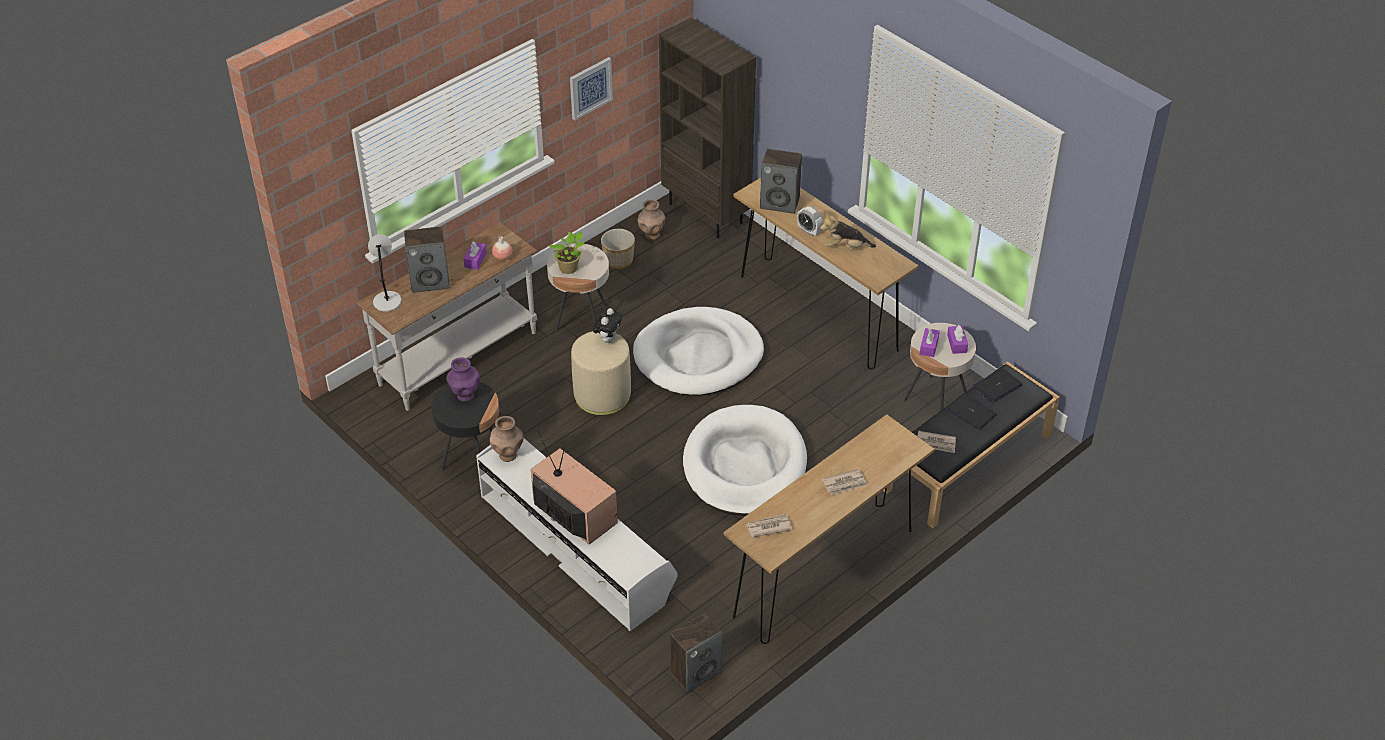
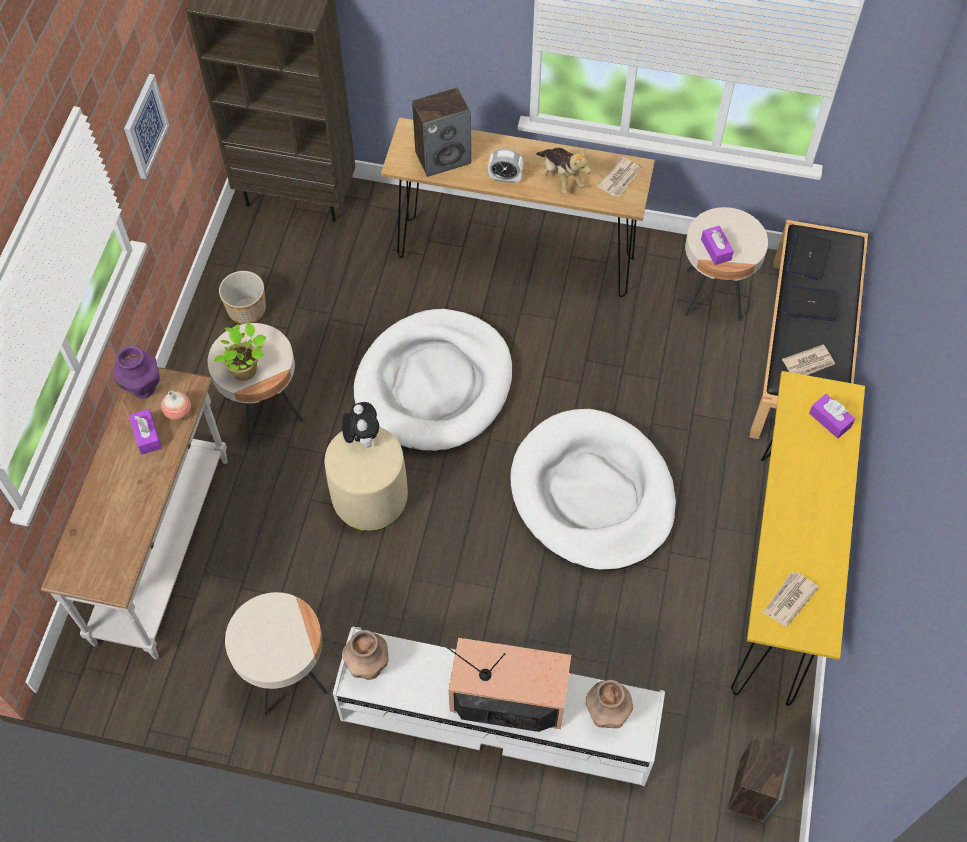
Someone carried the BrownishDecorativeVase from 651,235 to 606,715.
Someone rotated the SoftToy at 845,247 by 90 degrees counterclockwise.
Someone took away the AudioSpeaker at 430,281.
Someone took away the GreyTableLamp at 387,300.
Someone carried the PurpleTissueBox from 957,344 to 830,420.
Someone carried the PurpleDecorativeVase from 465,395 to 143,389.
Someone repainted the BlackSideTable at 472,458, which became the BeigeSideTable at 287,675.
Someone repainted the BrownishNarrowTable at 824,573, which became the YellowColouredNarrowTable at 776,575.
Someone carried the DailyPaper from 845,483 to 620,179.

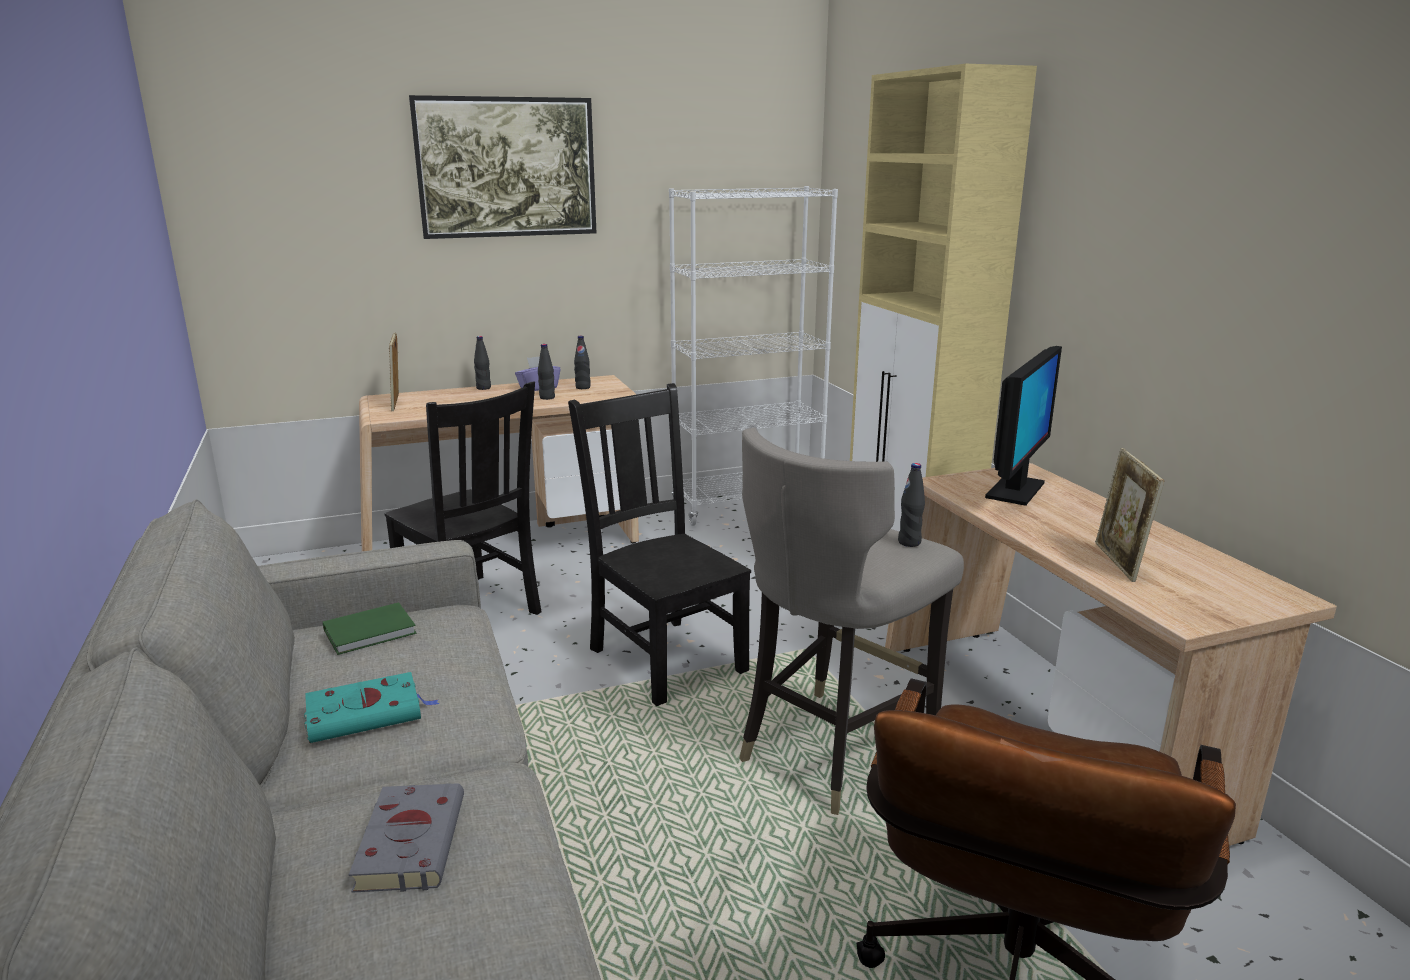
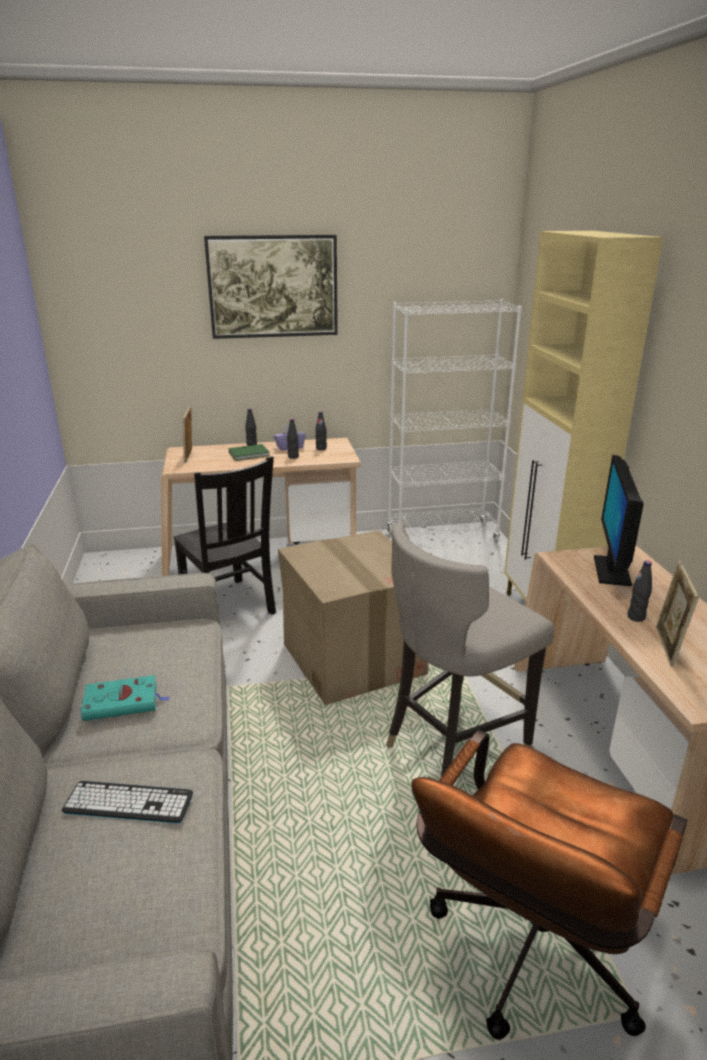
Someone rotated the Monitor at 1015,490 by 150 degrees clockwise.
Someone swapped the BlackUprightChair at 664,657 for the PackingBox at 353,658.
Someone carried the BlackBeverageBottle from 909,542 to 636,617.
Someone carried the GreenBoundBook from 372,631 to 250,454.
Someone swapped the GreyBoundBook at 411,840 for the ComputerKeyboard at 128,803.

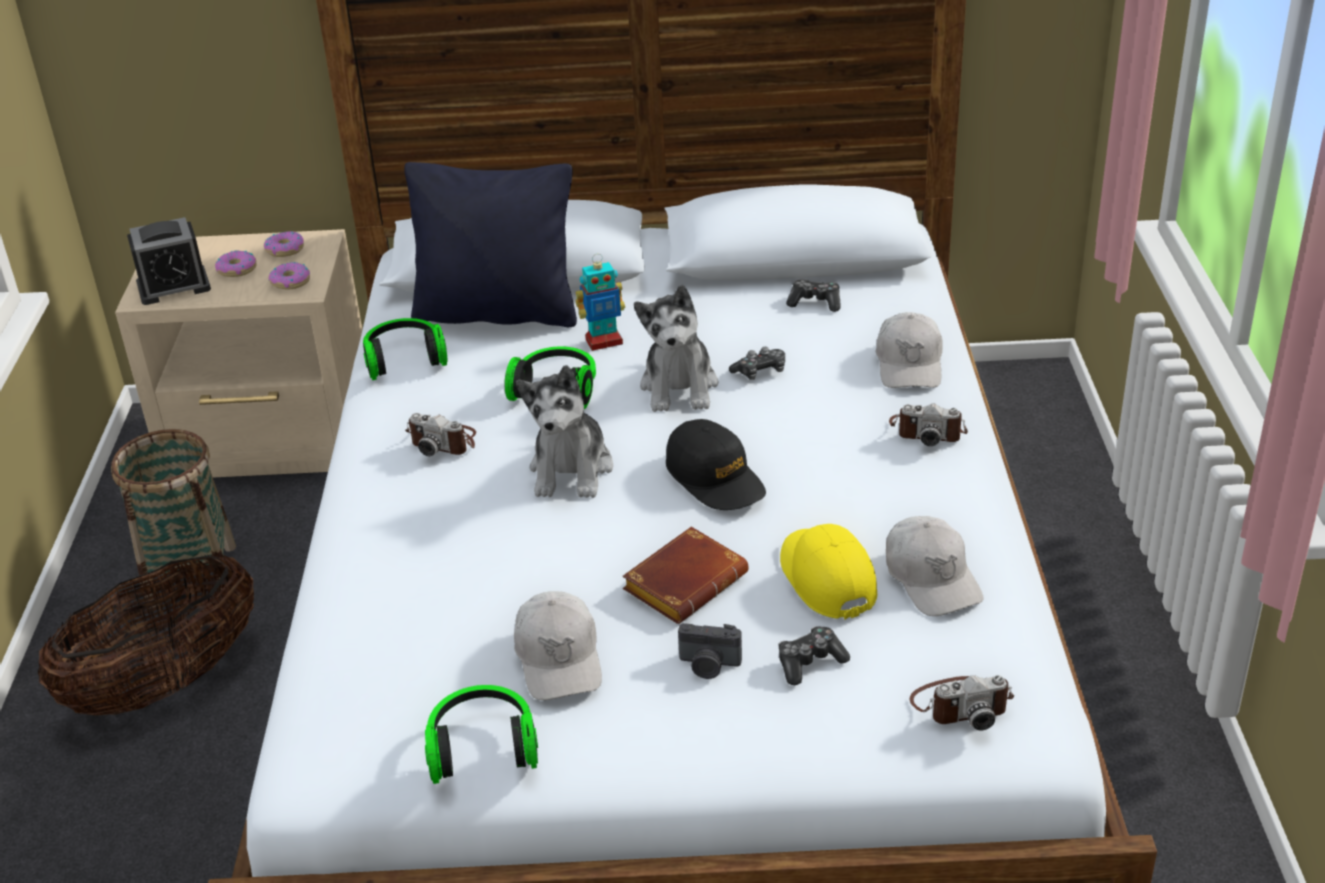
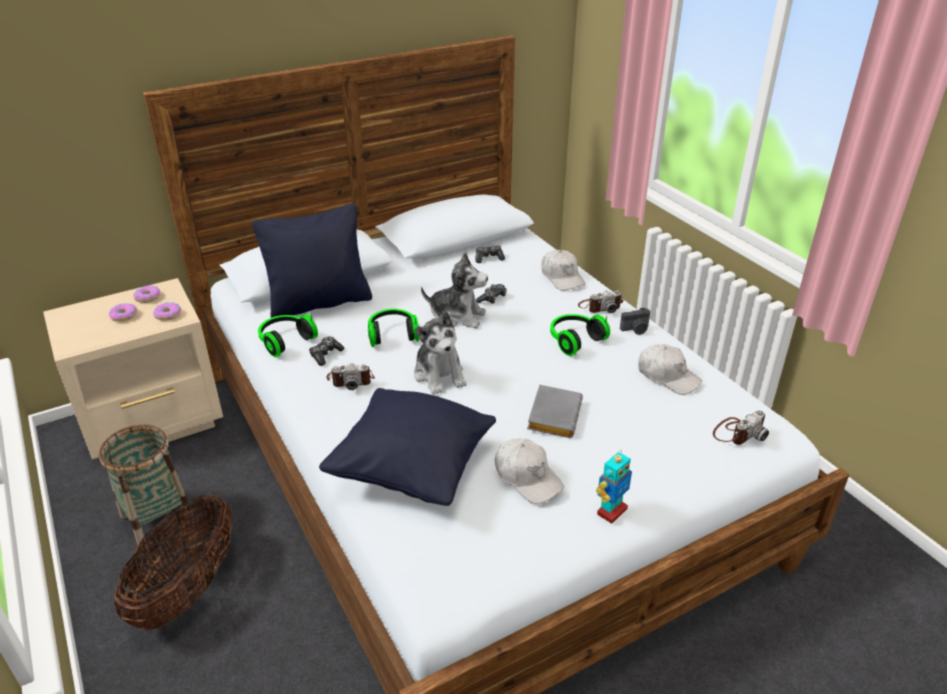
Someone took away the AlarmClock at 174,287.
Someone carried the RobotFigure from 603,341 to 611,511.
Someone rotated the SoftToy at 679,387 by 45 degrees counterclockwise.
Someone took away the BlackBaseballCap at 715,478.
Someone took away the YellowColouredBaseballCap at 826,578.
Someone repainted the BrownishBoundBook at 685,581, which became the GreyBoundBook at 553,415.
Someone carried the StillCamera from 709,665 to 635,329.
Someone carried the Joypad from 810,662 to 325,355.
Someone carried the Headphones from 482,747 to 574,340.
Someone put down the BlackPillow at 412,470.

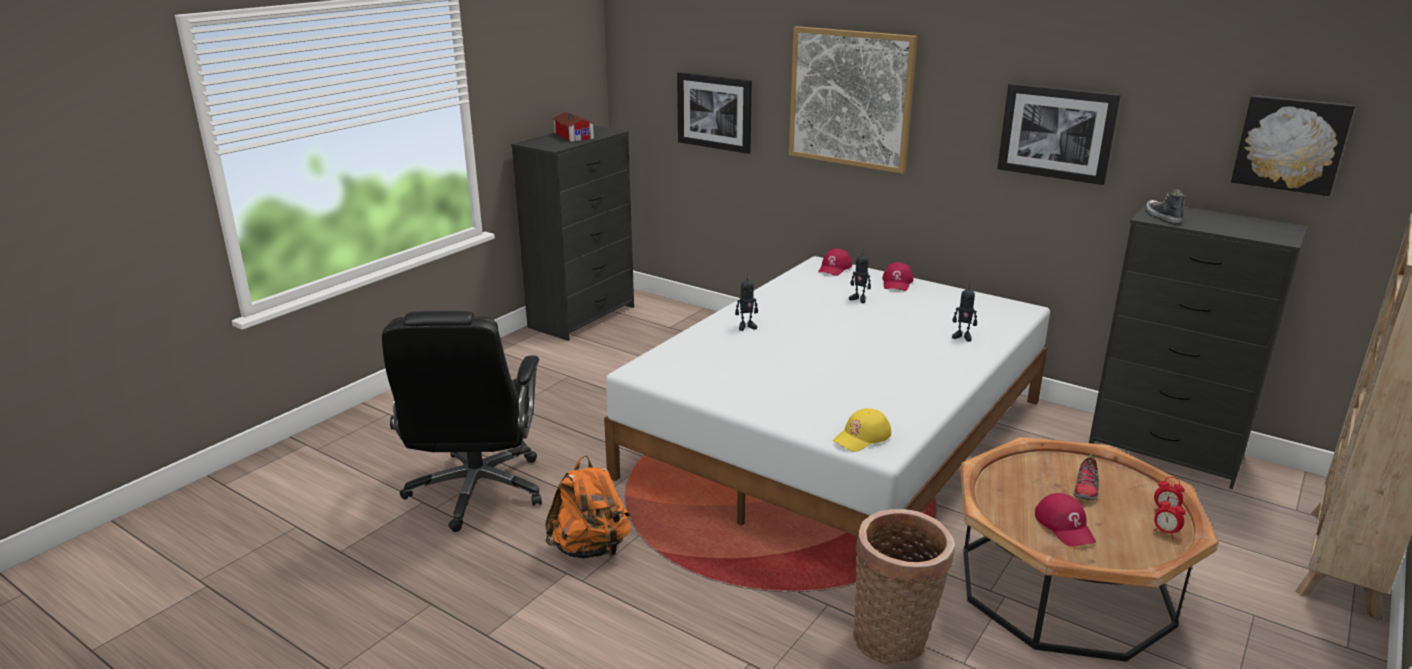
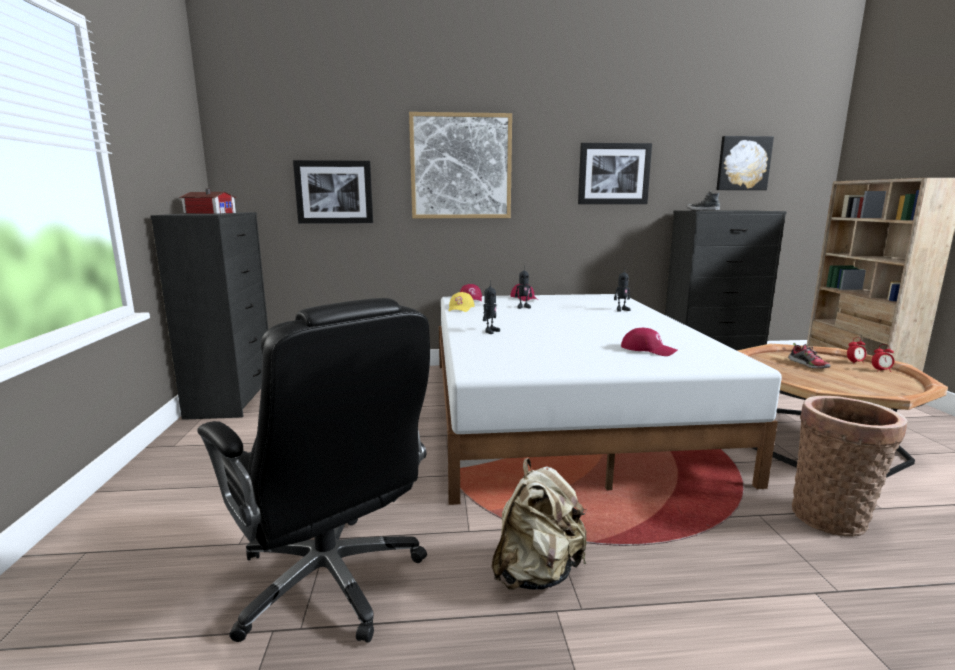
Someone carried the YellowColouredBaseballCap from 862,437 to 461,308.
Someone repainted the OrangeColouredKnapsack at 590,548, which became the BeigeKnapsack at 537,573.
Someone carried the RedColouredBaseballCap from 1065,526 to 648,349.

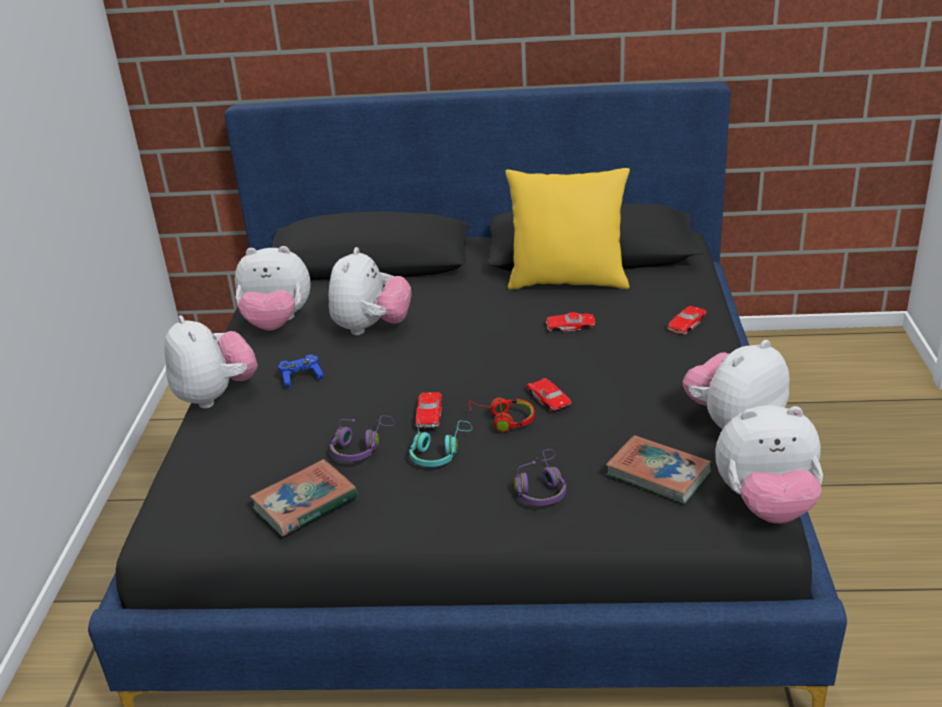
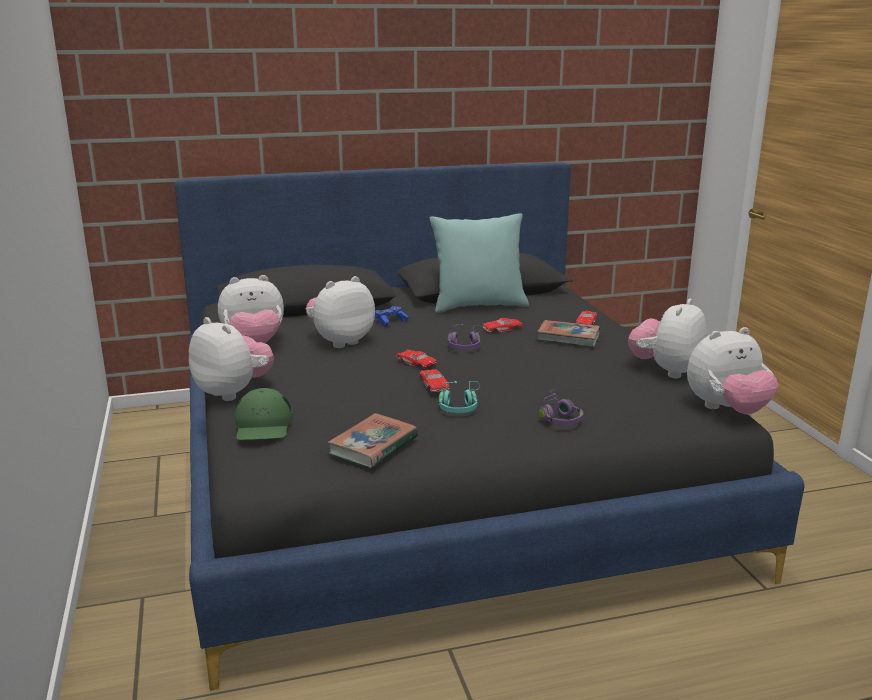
Someone repainted the YellowColouredPillow at 568,281, which became the BlueGreenPillow at 478,306.
Someone rotated the SoftToy at 371,328 by 120 degrees counterclockwise.
Someone carried the BlueJoypad from 301,377 to 390,321.
Someone carried the RedColouredMiniatureCar from 549,398 to 416,362.
Someone took away the RedColouredHeadphones at 503,420.
Someone carried the PurpleHeadphones from 361,447 to 465,345.
Someone carried the BoundBook from 658,474 to 568,337.
Someone put down the GreenBaseballCap at 263,425.

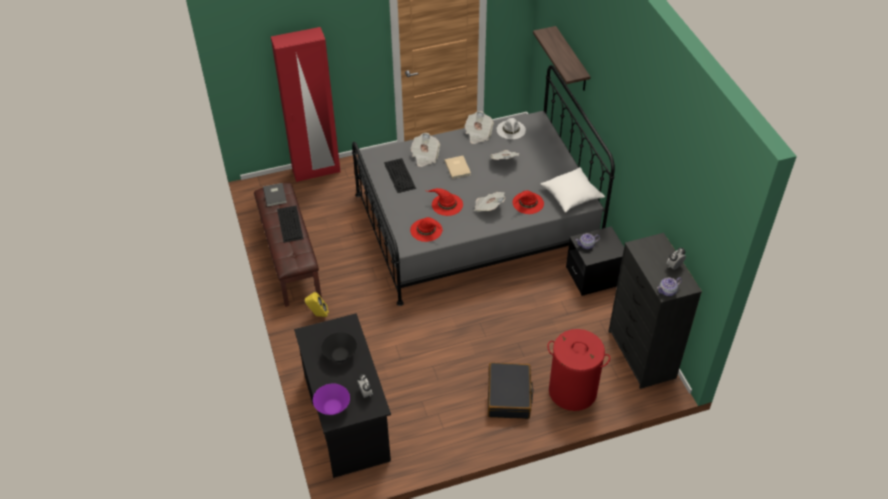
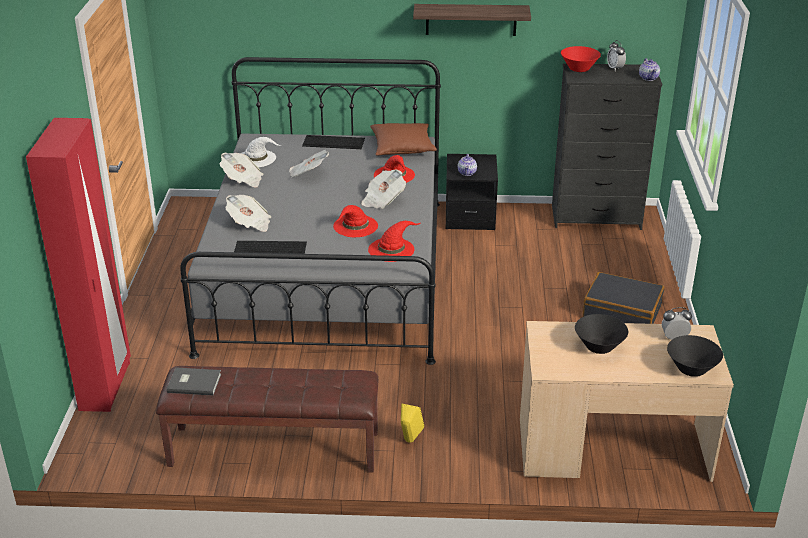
Someone carried the BracketShelf from 571,60 to 471,19.
Someone took away the BeigeBoundBook at 458,167.
Someone repainted the WhiteColouredPillow at 571,196, which became the BrownishPillow at 402,148.
Someone carried the ComputerKeyboard from 289,223 to 333,142.
Someone repainted the BlackDeskTable at 346,417, which became the BeigeDeskTable at 612,449.
Someone took away the RedColouredHamper at 572,391.
Someone repainted the PurpleServingBowl at 332,407, which became the BlackServingBowl at 691,369.
Someone put down the RedColouredServingBowl at 579,69.

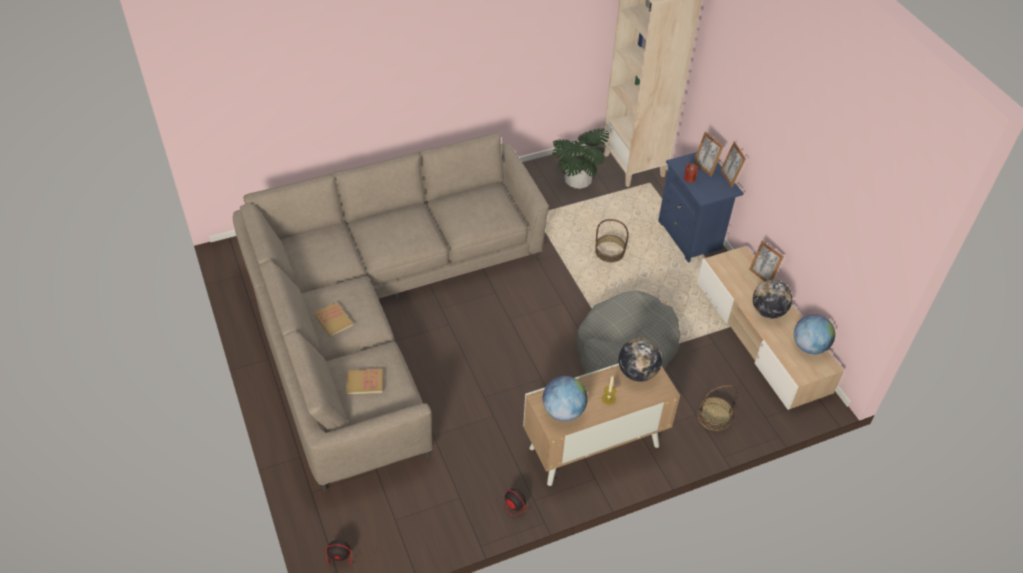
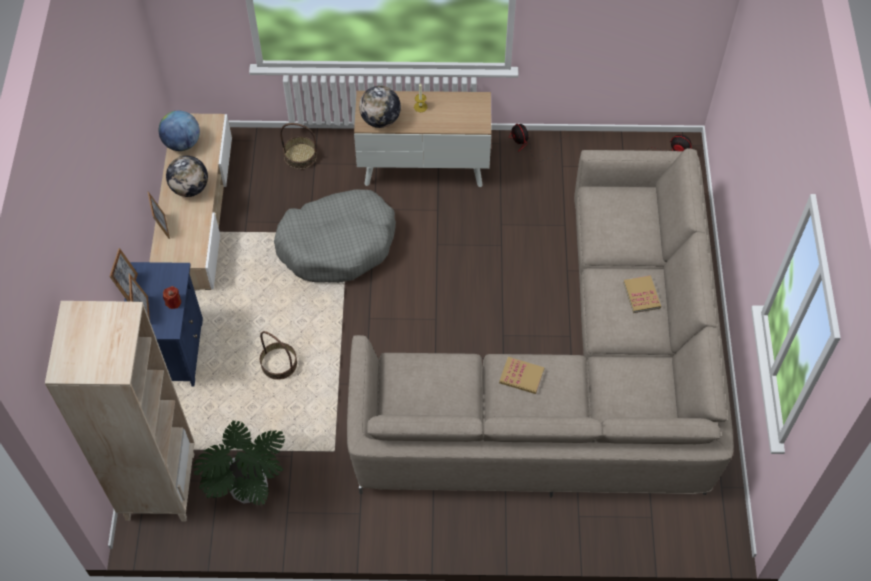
Someone carried the BoundBook from 364,383 to 521,376.
Someone took away the DeskGlobe at 563,411.

